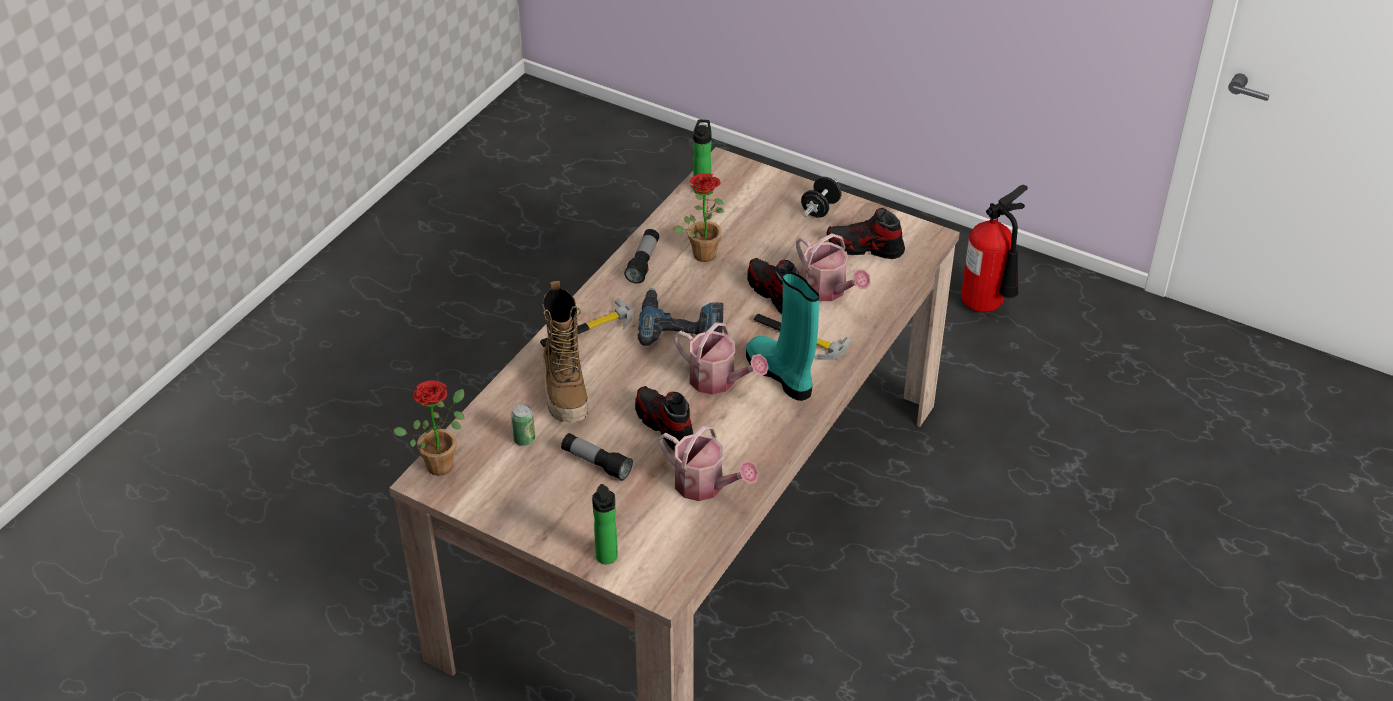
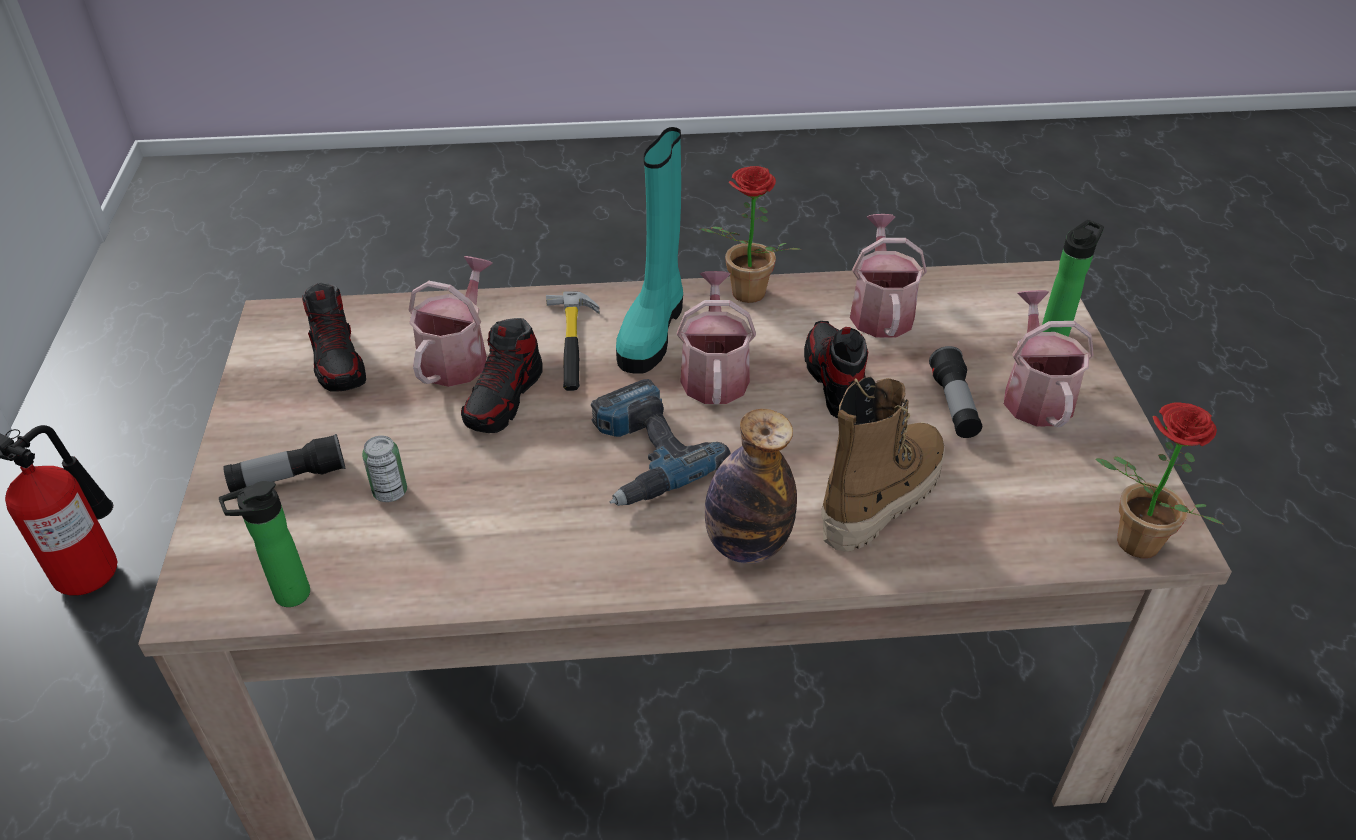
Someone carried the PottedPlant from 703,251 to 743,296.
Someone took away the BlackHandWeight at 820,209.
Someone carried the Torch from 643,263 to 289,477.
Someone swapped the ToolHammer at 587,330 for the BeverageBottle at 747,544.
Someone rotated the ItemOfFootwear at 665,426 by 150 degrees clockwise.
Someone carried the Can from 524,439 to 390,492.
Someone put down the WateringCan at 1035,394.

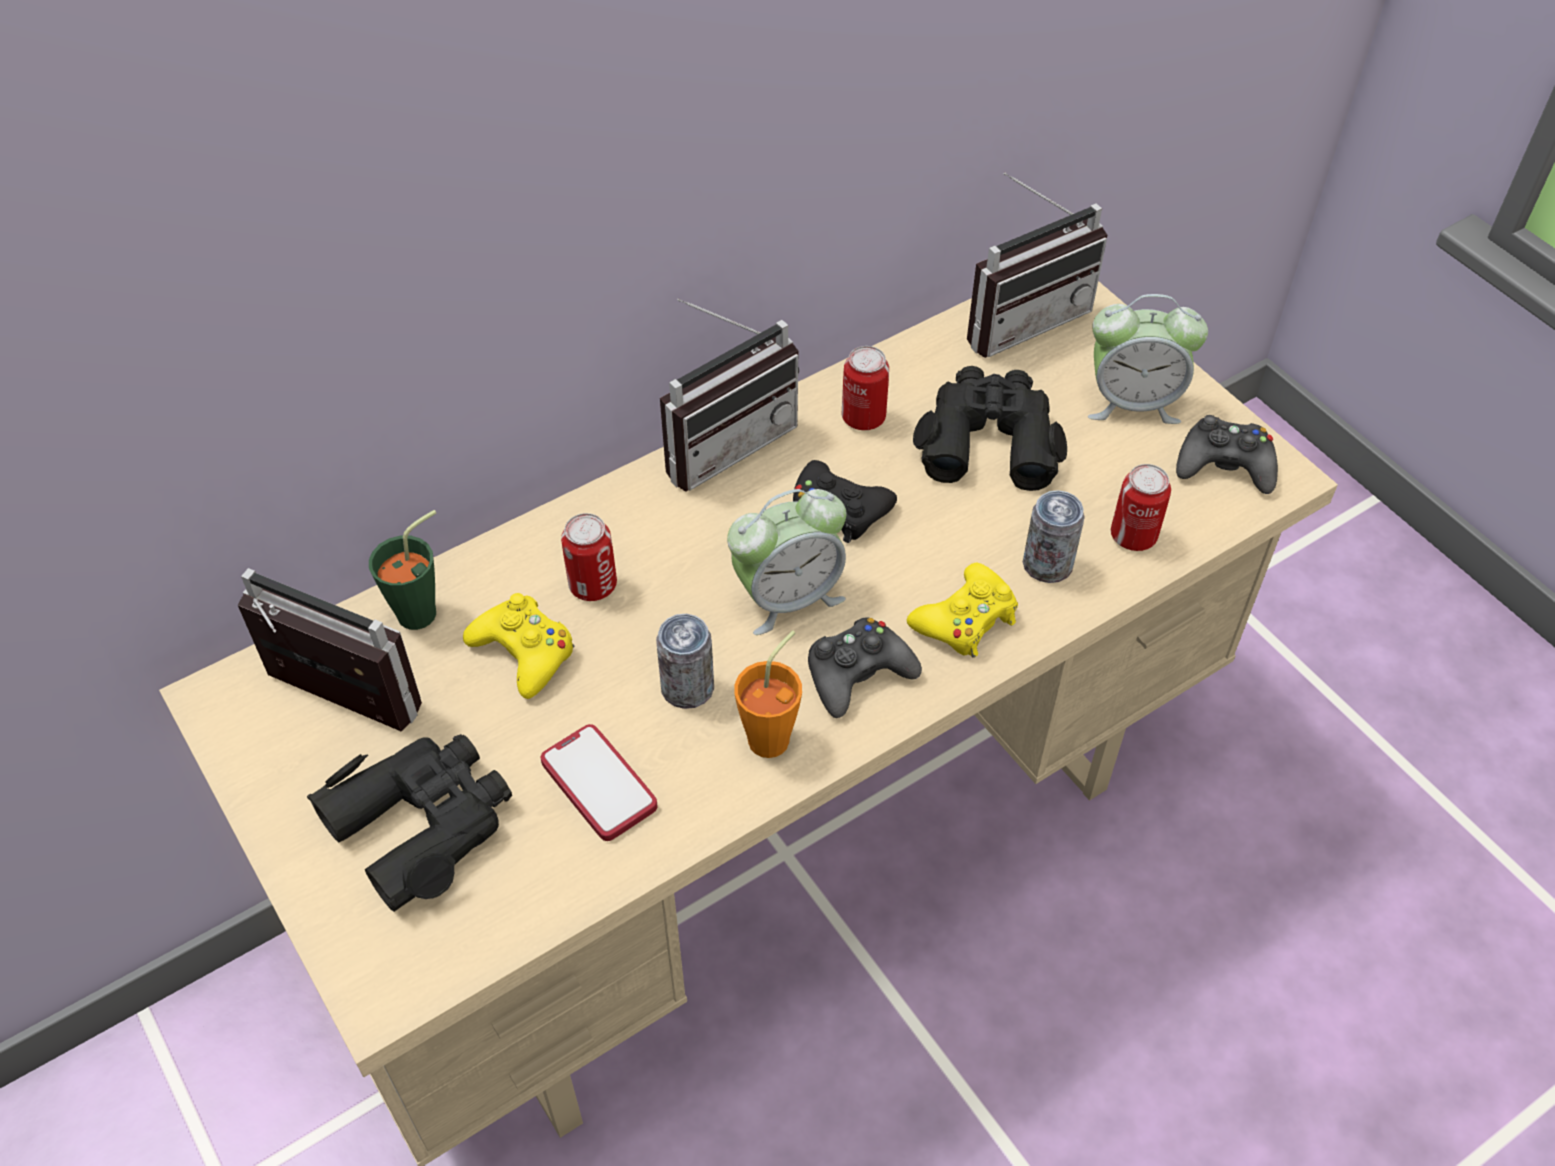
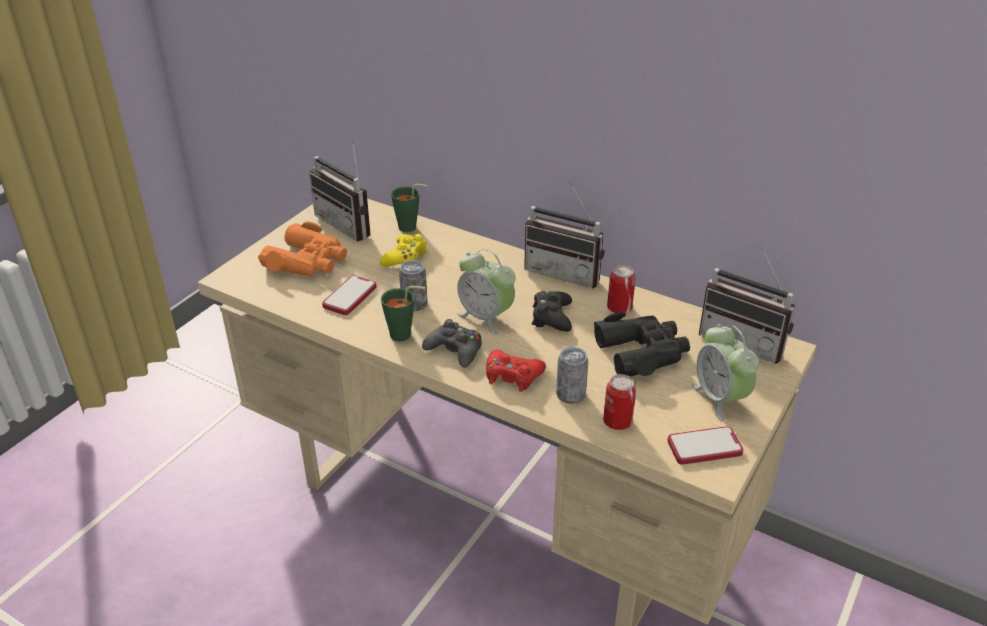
Someone swapped the BlackJoypad at 1225,465 for the Phone at 704,447.
Someone took away the Can at 593,585.
Someone repainted the YellowColouredJoypad at 966,620, which became the RedColouredJoypad at 512,376.
Someone rotated the RadioSet at 332,706 by 135 degrees clockwise.
Someone repainted the OrangeColouredCup at 775,733, which became the GreenCup at 405,335.
Someone repainted the BlackPairOfBinoculars at 422,822, which became the OrangeColouredPairOfBinoculars at 308,261.

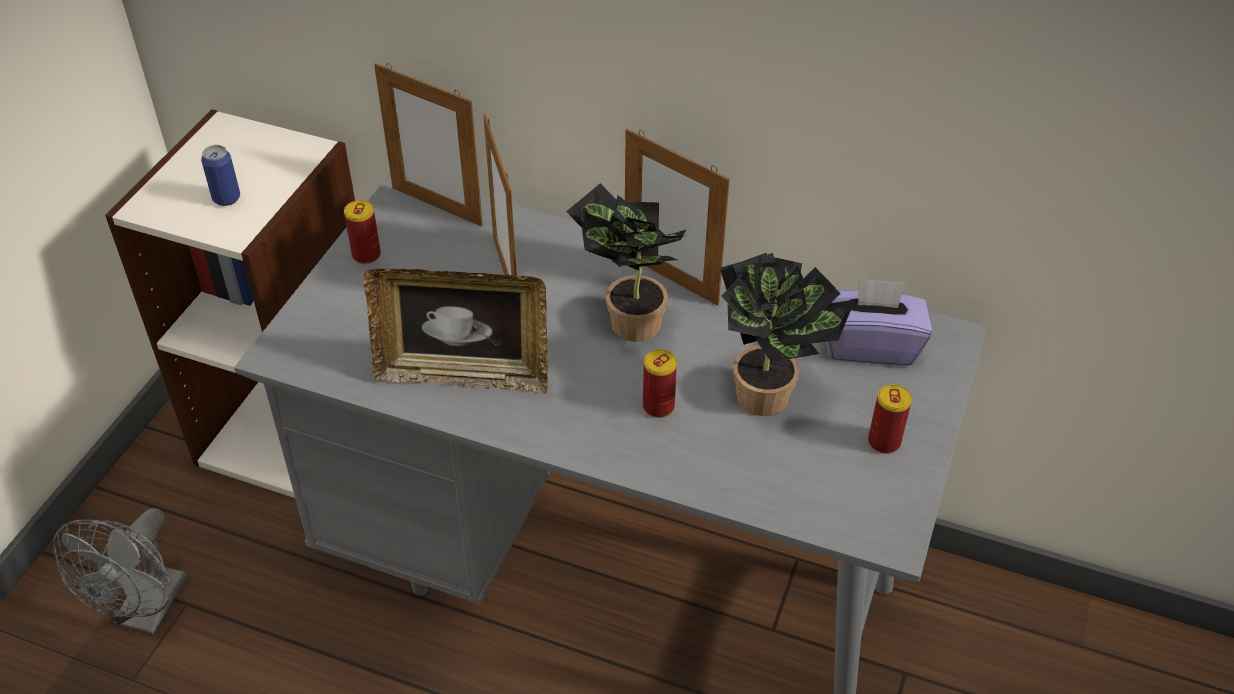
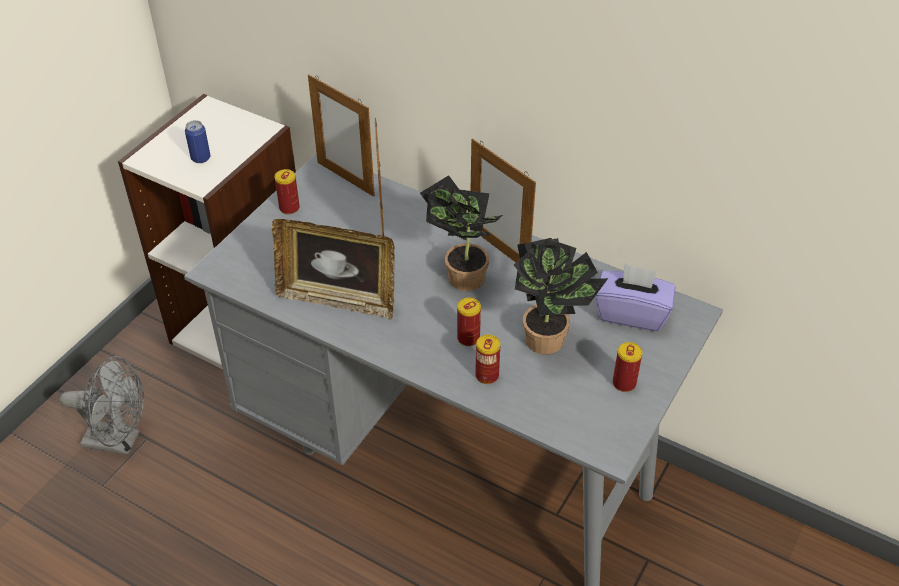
Someone rotated the GreyFan at 147,613 by 105 degrees counterclockwise.
Someone put down the Can at 487,375.

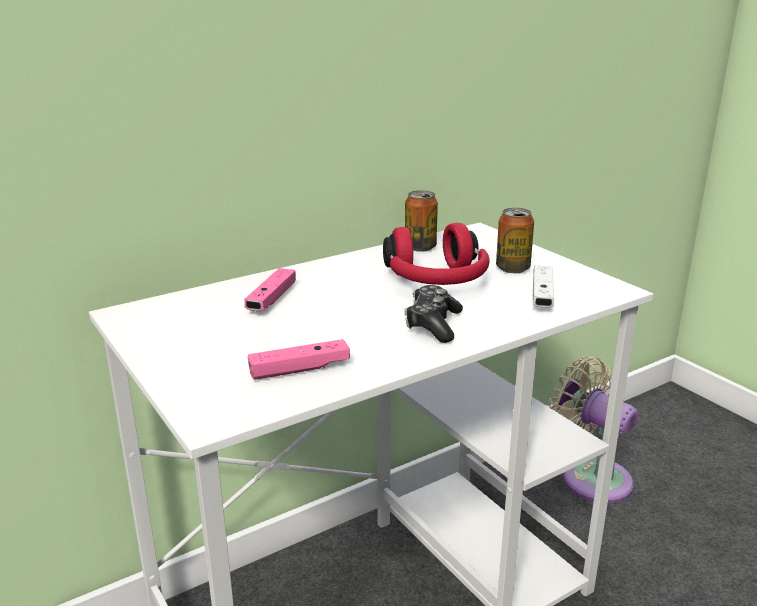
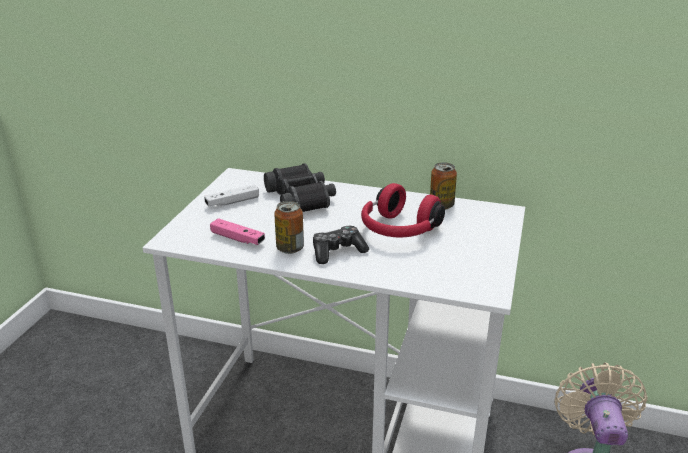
Someone carried the Can from 512,268 to 290,248.
Someone carried the WhiteColouredJoypad from 542,296 to 232,202.
Someone swapped the PinkColouredJoypad at 271,299 for the BlackPairOfBinoculars at 301,198.

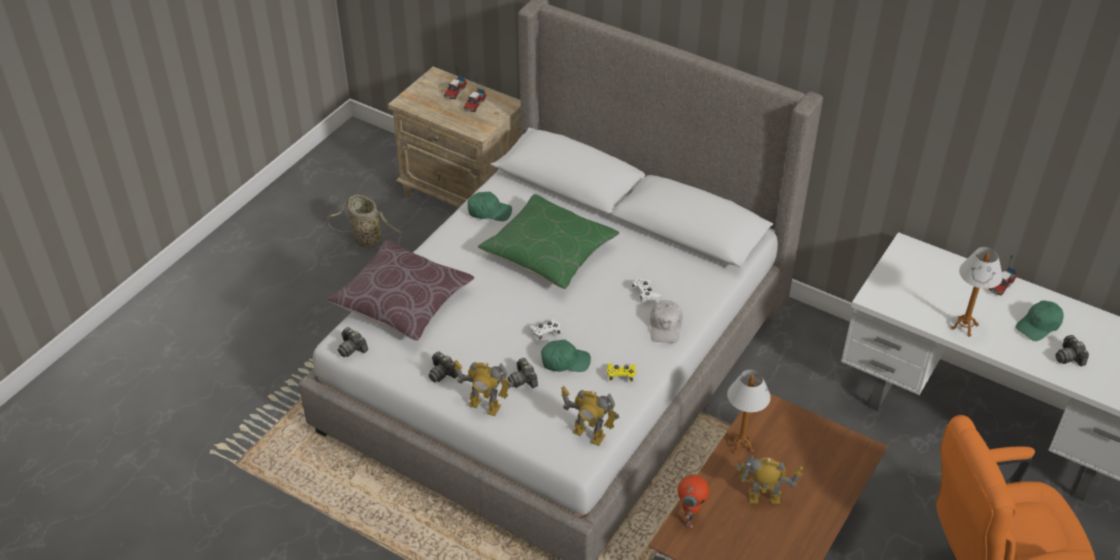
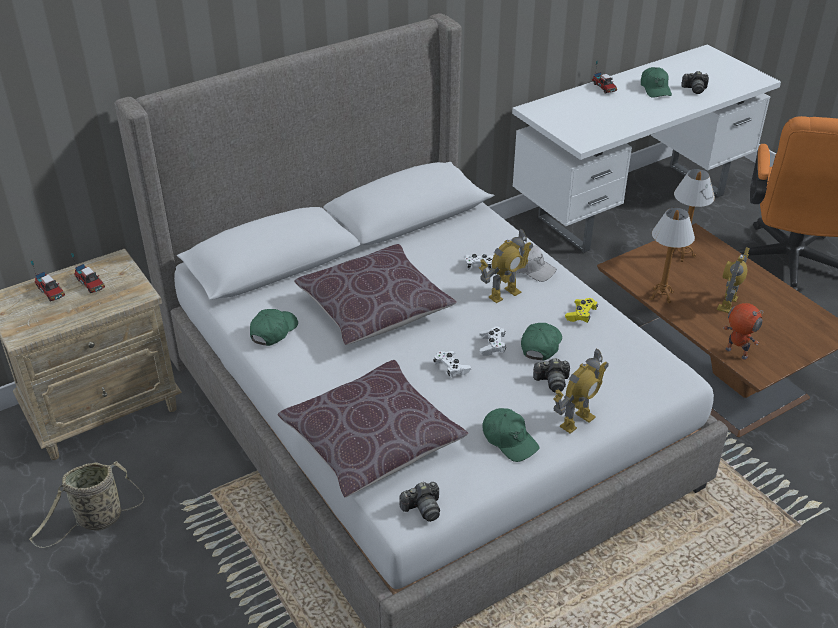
Someone repainted the GreenPillow at 548,253, which became the BrownishPillow at 374,309.
Someone carried the TableLamp from 964,327 to 682,254.
Someone swapped the StillCamera at 442,373 for the GreenBaseballCap at 509,440.
Someone carried the RobotFigure from 589,434 to 504,294.
Someone put down the WhiteColouredJoypad at 451,368.

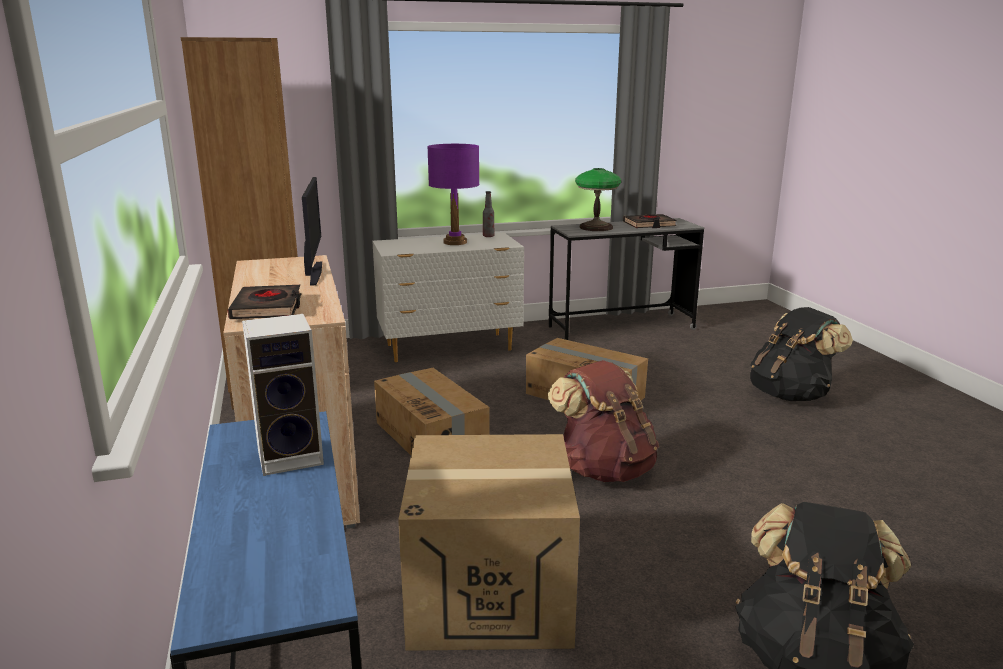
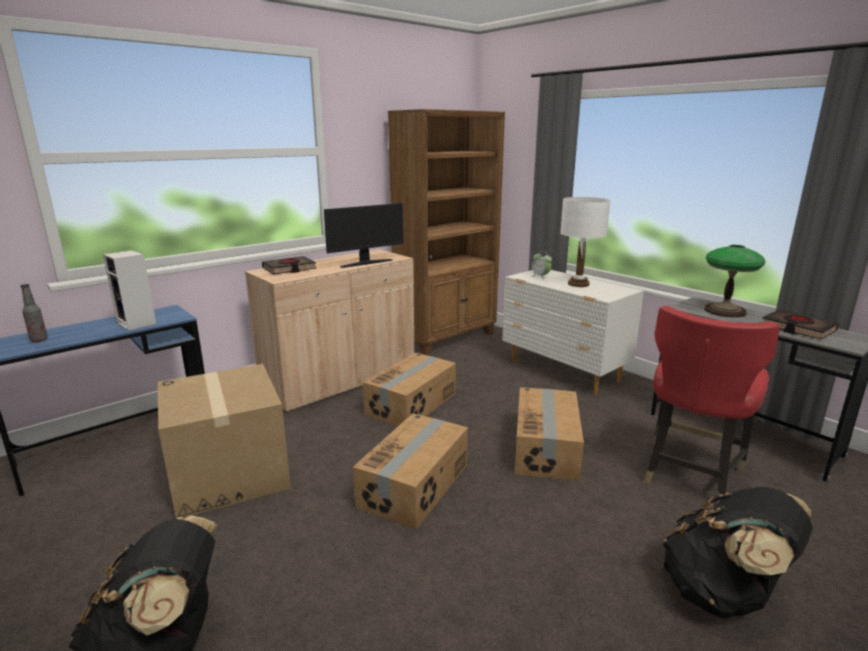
Someone repainted the PurpleTableLamp at 455,242, which became the WhiteColouredTableLamp at 578,284.
Someone carried the BeverageBottle from 488,236 to 39,340.
Someone swapped the BrownishKnapsack at 604,469 for the PackingBox at 415,485.
Someone put down the AlarmClock at 540,277.
Someone put down the RedColouredUprightChair at 689,474.

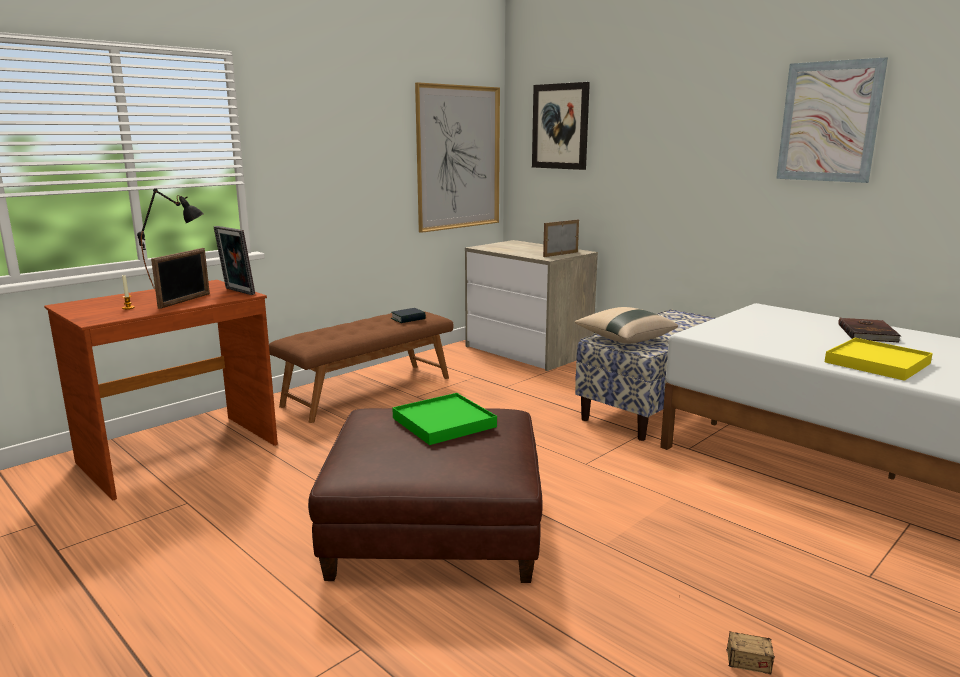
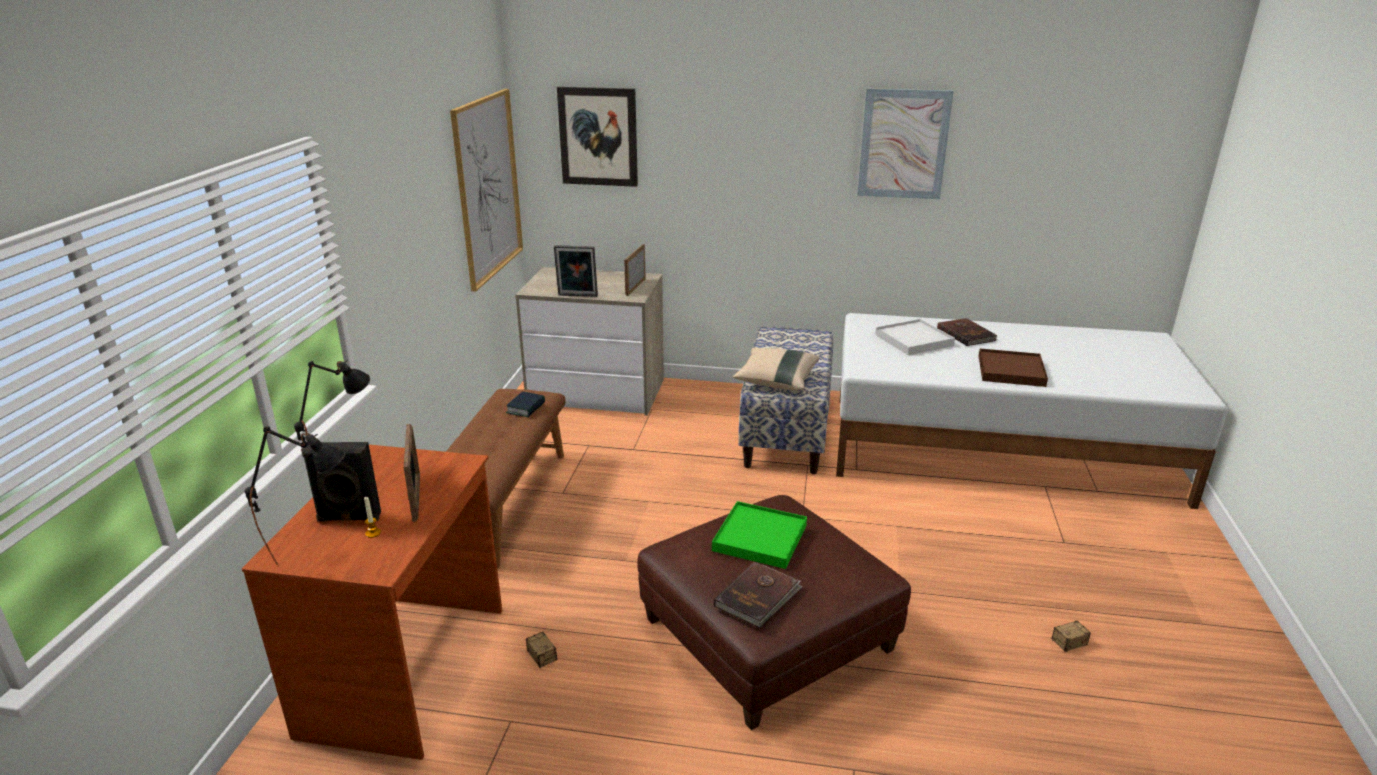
Someone carried the StandingFrame from 237,292 to 577,296.
Someone repainted the YellowColouredTray at 877,363, which became the BrownishTray at 1011,371.
Someone put down the WhiteColouredTray at 914,340.
Someone put down the BlackTableLamp at 314,553.
Someone put down the BlackAudioSpeaker at 349,518.
Someone put down the BrownishBoundBook at 758,597.
Someone put down the StorageBox at 550,668.

